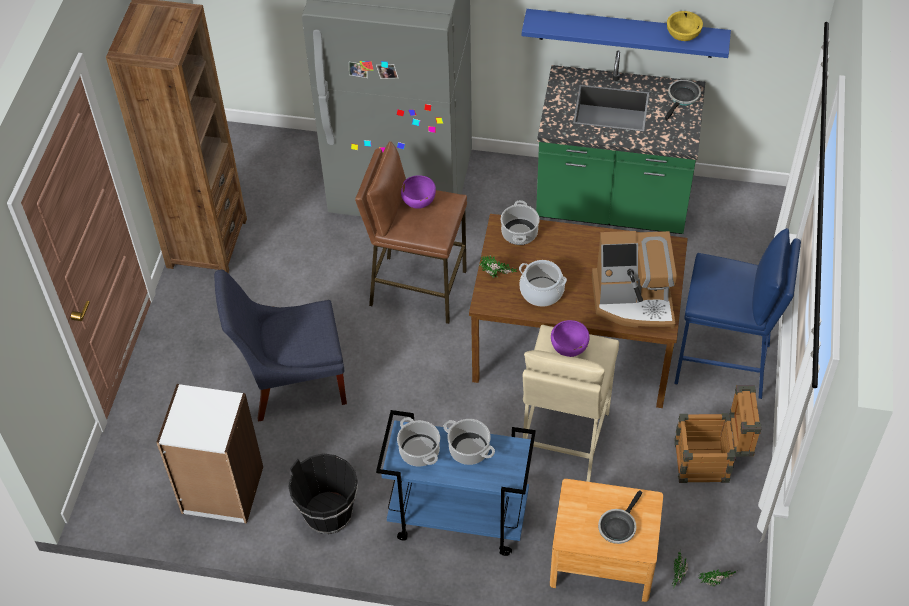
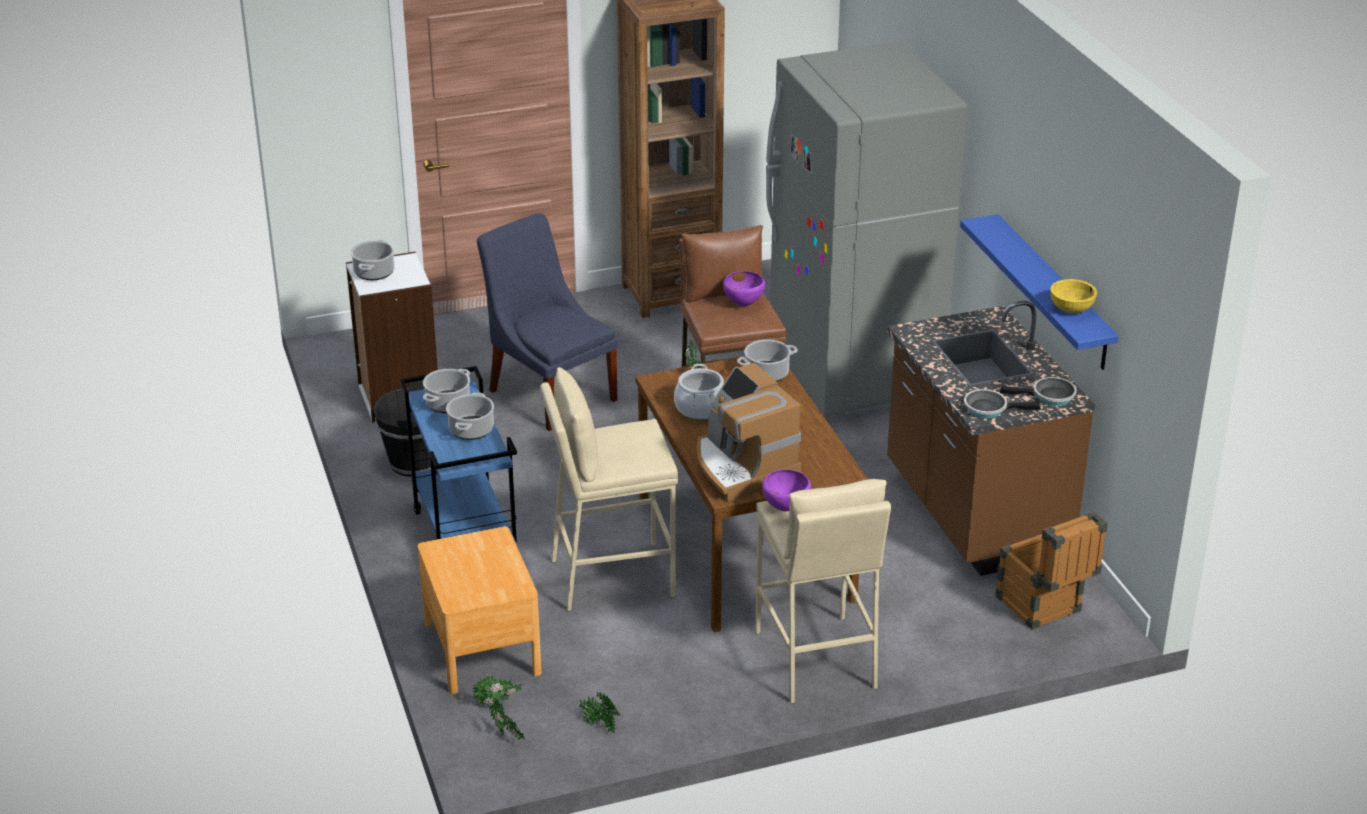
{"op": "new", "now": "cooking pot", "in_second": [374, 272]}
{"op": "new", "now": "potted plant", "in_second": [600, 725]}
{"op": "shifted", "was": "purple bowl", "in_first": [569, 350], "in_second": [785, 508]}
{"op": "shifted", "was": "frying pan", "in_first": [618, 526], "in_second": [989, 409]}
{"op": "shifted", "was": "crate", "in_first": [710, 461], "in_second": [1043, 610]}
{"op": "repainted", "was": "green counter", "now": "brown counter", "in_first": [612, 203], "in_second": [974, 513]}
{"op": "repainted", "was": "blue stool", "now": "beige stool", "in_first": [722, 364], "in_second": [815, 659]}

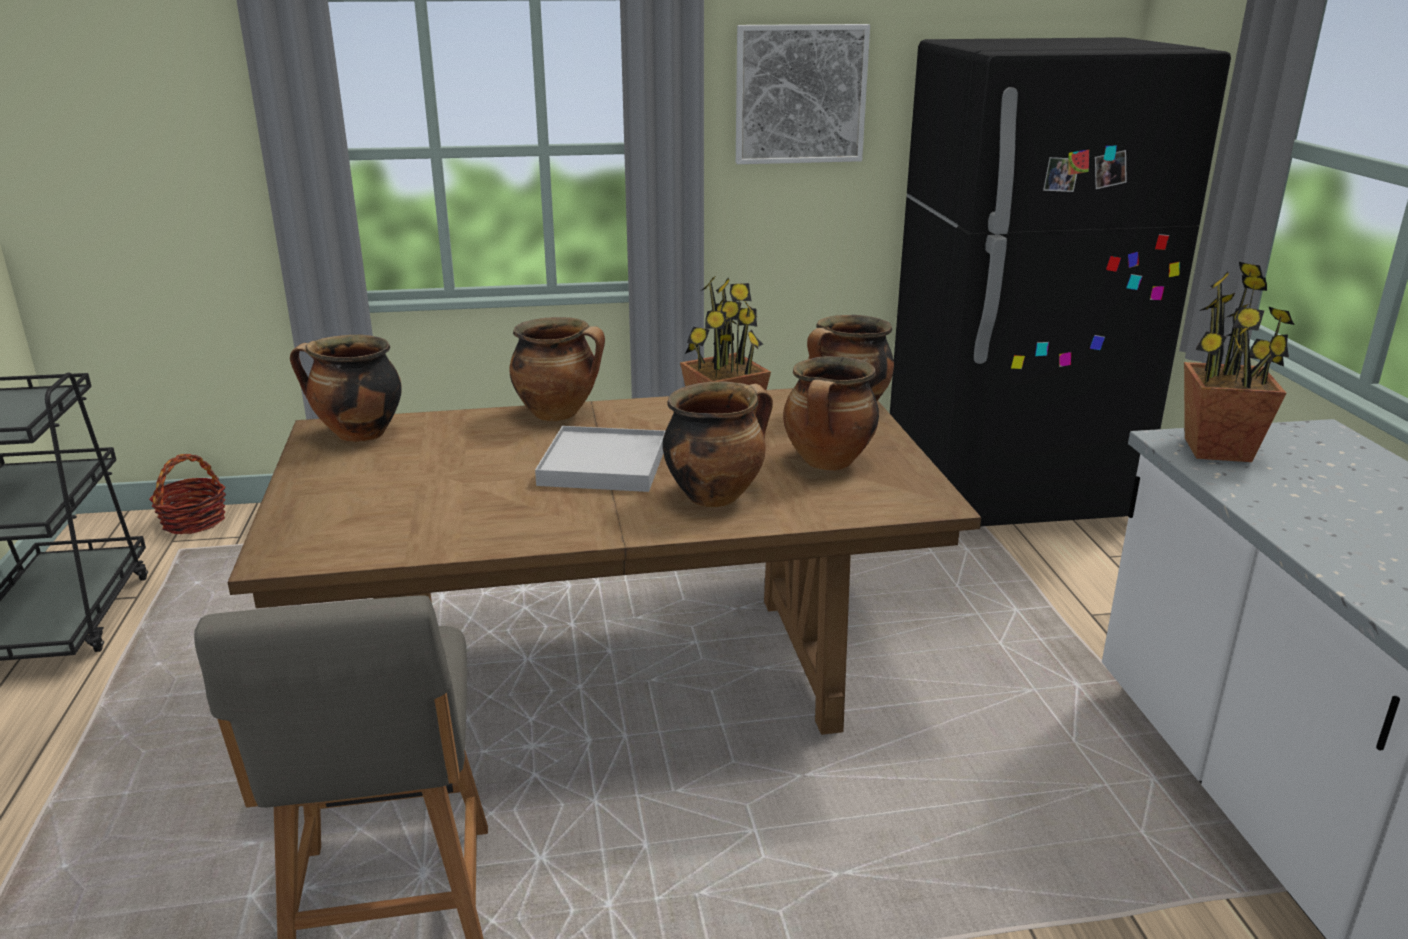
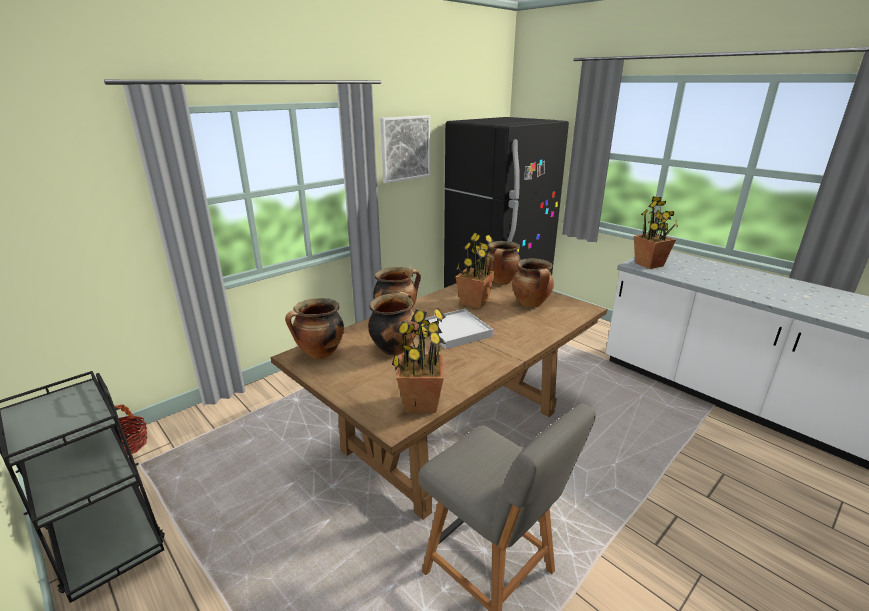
{"op": "new", "now": "potted plant", "in_second": [420, 403]}
{"op": "shifted", "was": "cooking pot", "in_first": [715, 495], "in_second": [394, 348]}

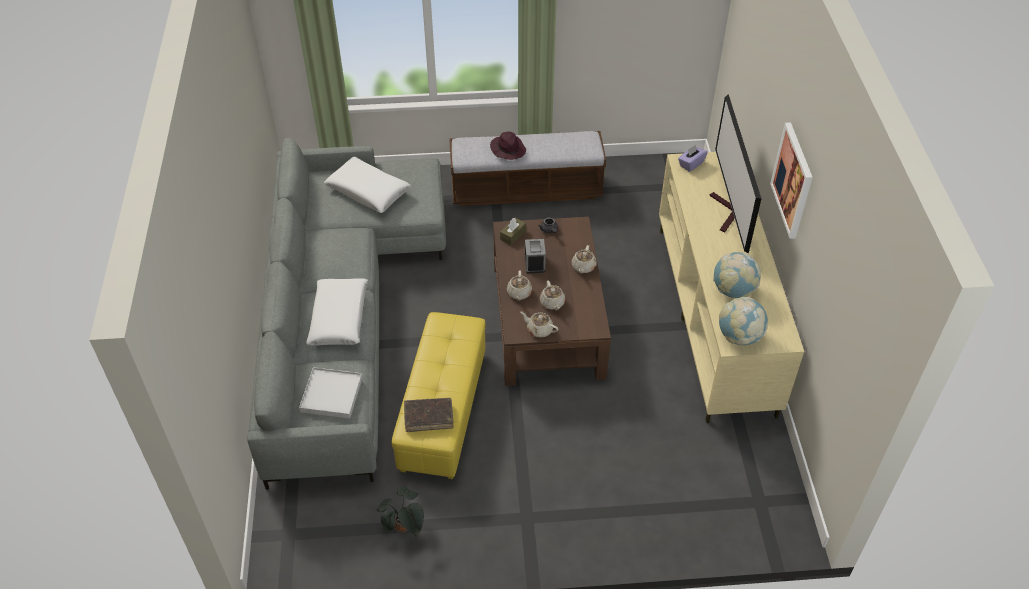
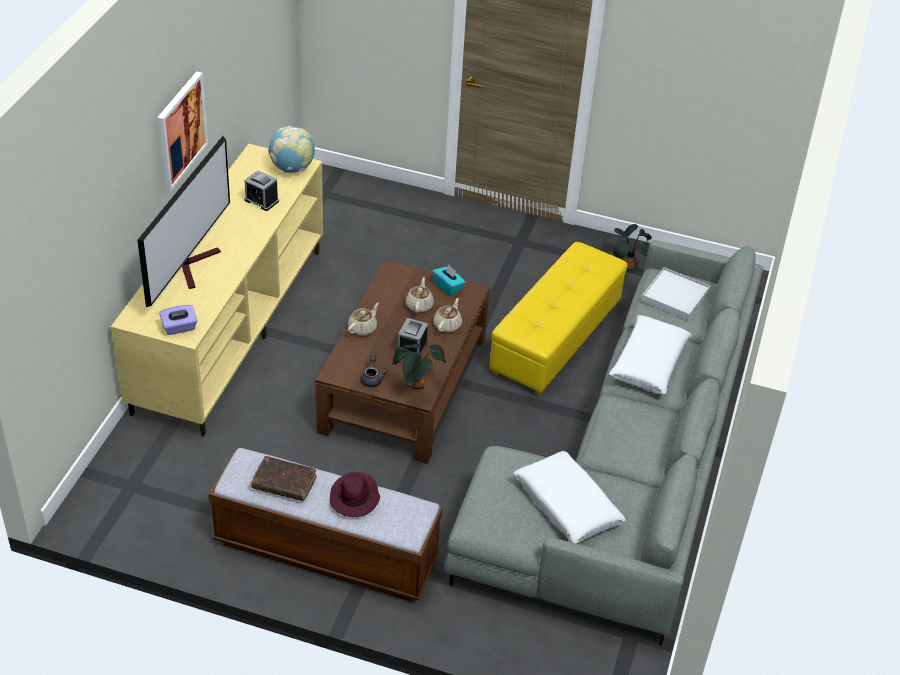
{"op": "shifted", "was": "brown book", "in_first": [429, 417], "in_second": [284, 483]}
{"op": "swapped", "was": "brown tissue box", "now": "potted plant", "in_first": [513, 235], "in_second": [417, 387]}
{"op": "swapped", "was": "beige teapot", "now": "turquoise tissue box", "in_first": [539, 329], "in_second": [448, 287]}
{"op": "swapped", "was": "globe", "now": "alarm clock", "in_first": [733, 290], "in_second": [261, 200]}

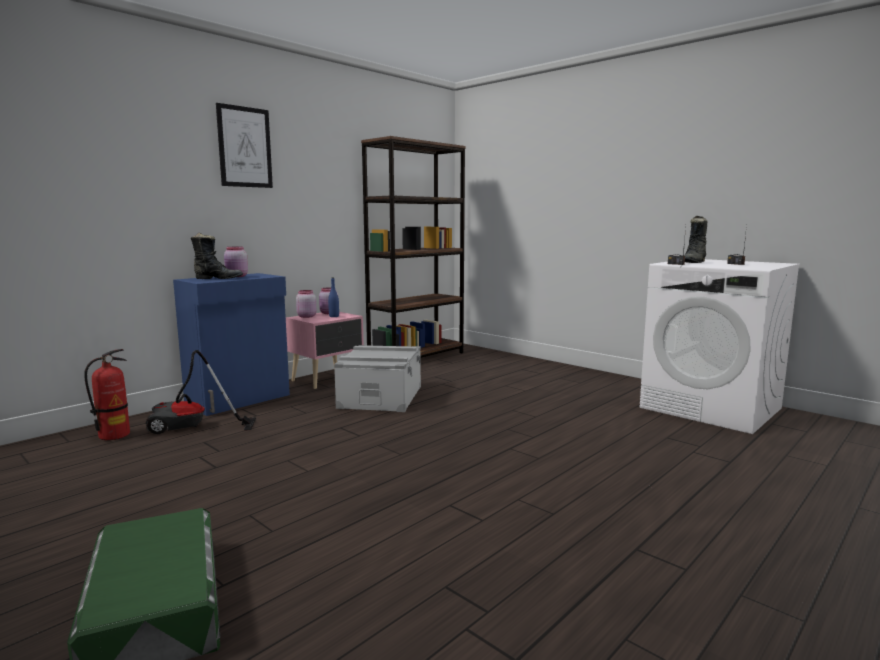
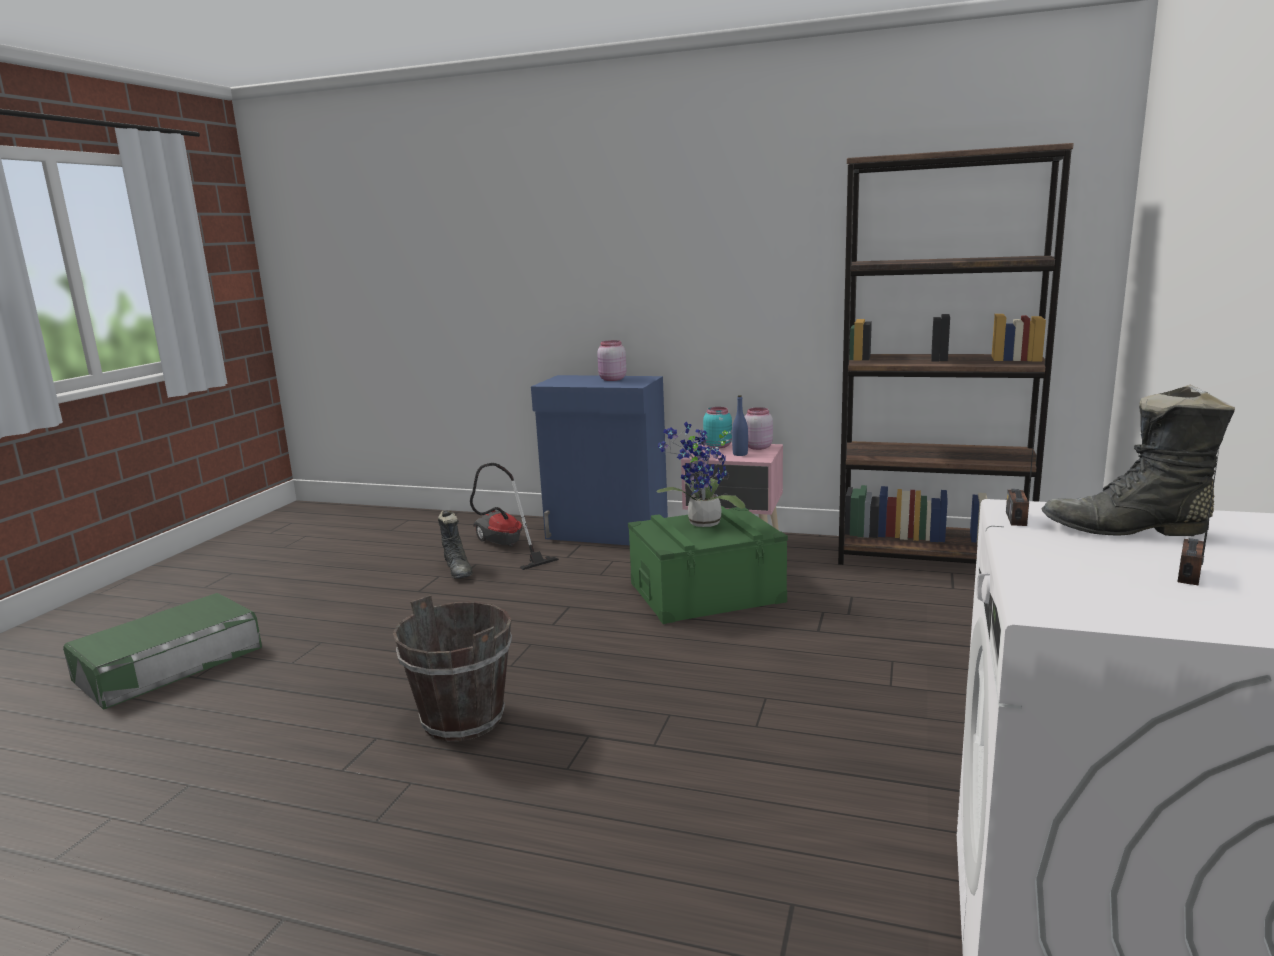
{"op": "gone", "was": "fire extinguisher", "in_first": [114, 435]}
{"op": "gone", "was": "picture", "in_first": [245, 147]}
{"op": "new", "now": "brown bucket", "in_second": [463, 719]}
{"op": "new", "now": "potted plant", "in_second": [701, 524]}
{"op": "shifted", "was": "black boot", "in_first": [218, 278], "in_second": [458, 571]}
{"op": "repainted", "was": "pink jar", "now": "turquoise jar", "in_first": [306, 316], "in_second": [718, 446]}
{"op": "repainted", "was": "grey storage box", "now": "green storage box", "in_first": [380, 397], "in_second": [706, 592]}

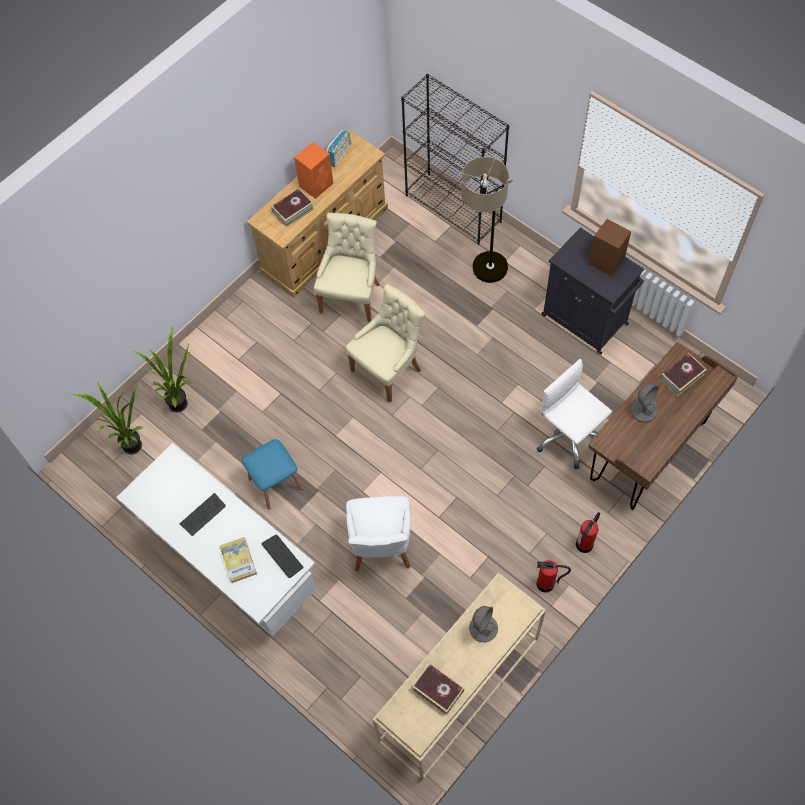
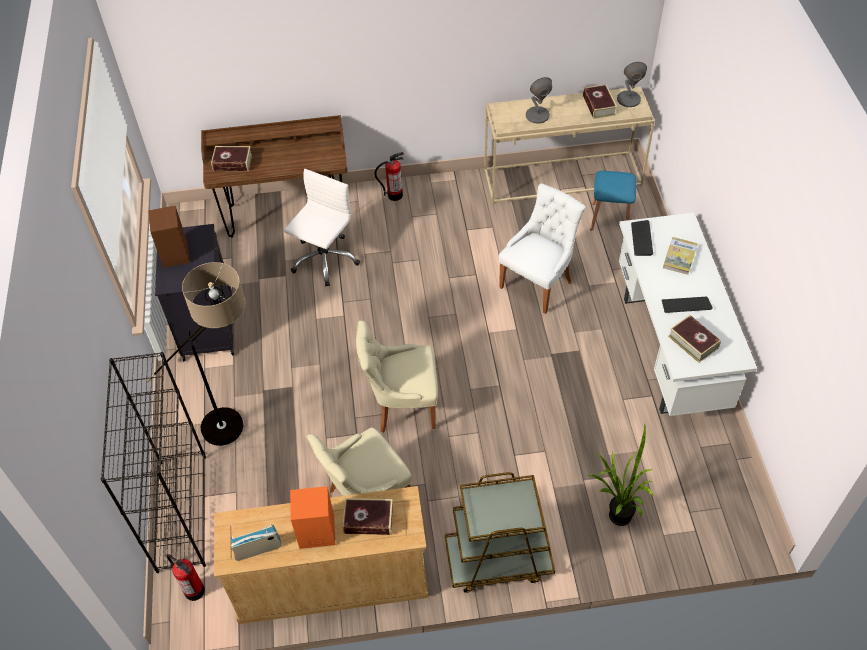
{"op": "gone", "was": "potted plant", "in_first": [129, 443]}
{"op": "new", "now": "brown cart", "in_second": [498, 560]}
{"op": "new", "now": "book", "in_second": [693, 342]}
{"op": "shifted", "was": "blue stool", "in_first": [275, 483], "in_second": [610, 218]}
{"op": "shifted", "was": "fire extinguisher", "in_first": [545, 584], "in_second": [194, 590]}
{"op": "shifted", "was": "grey table lamp", "in_first": [644, 410], "in_second": [628, 99]}
{"op": "rotated", "was": "white office chair", "in_first": [569, 436], "in_second": [324, 259], "clockwise": -150}

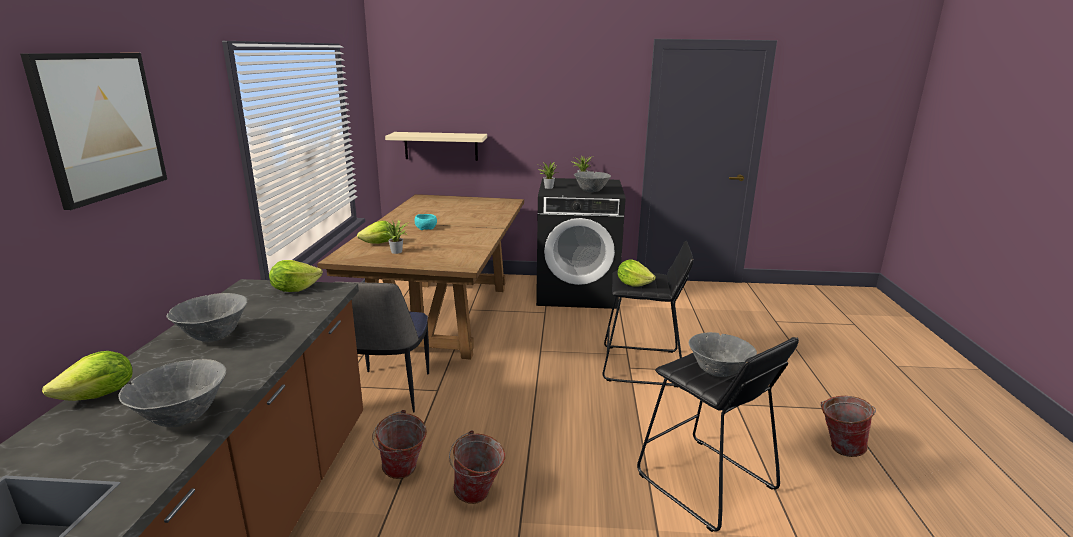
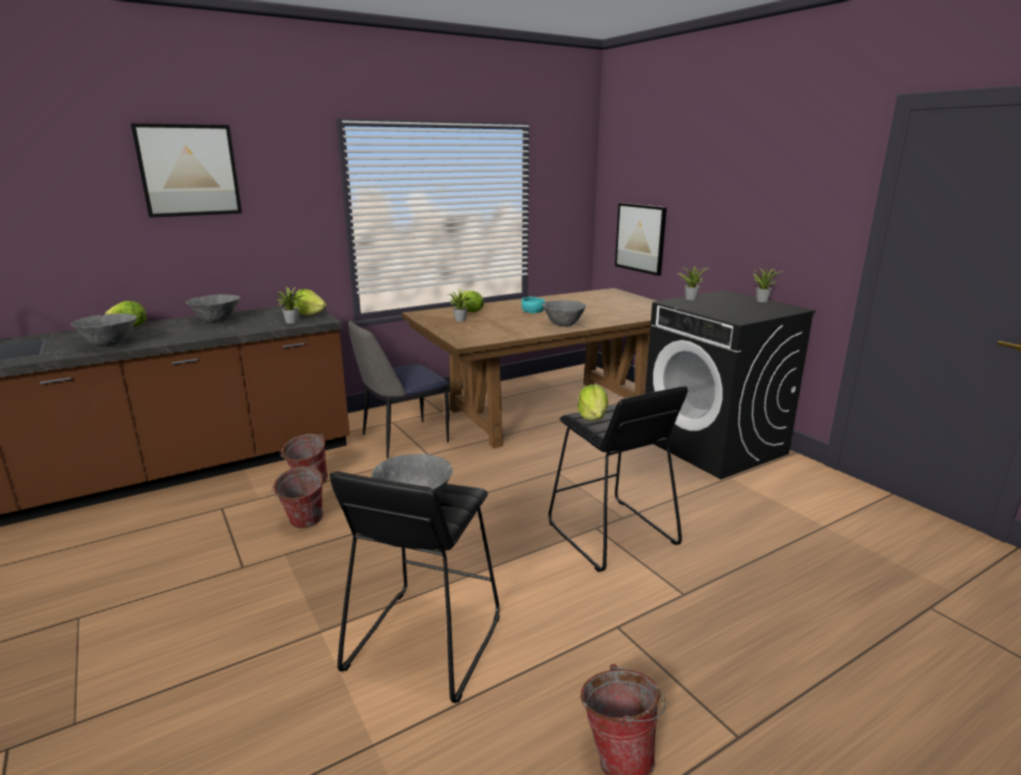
{"op": "new", "now": "potted plant", "in_second": [293, 322]}
{"op": "shifted", "was": "grey bowl", "in_first": [591, 191], "in_second": [563, 325]}
{"op": "swapped", "was": "beige shelf", "now": "picture", "in_first": [441, 146], "in_second": [640, 238]}

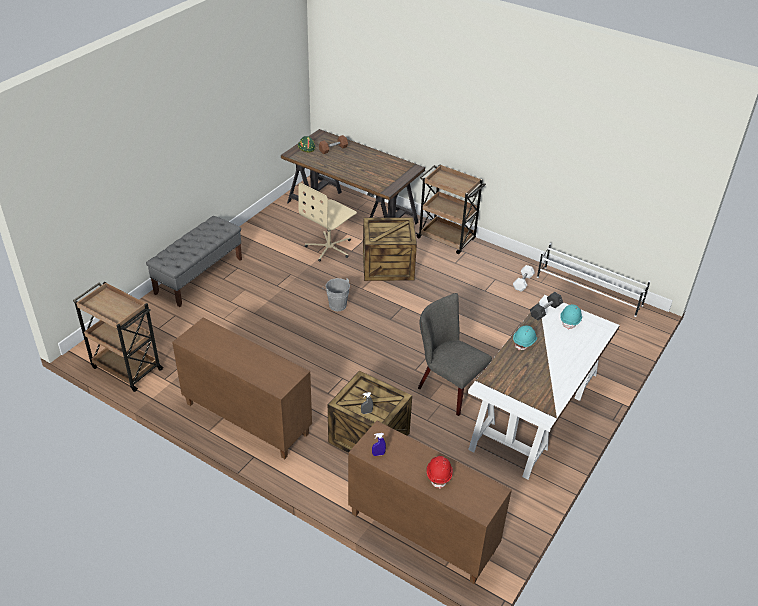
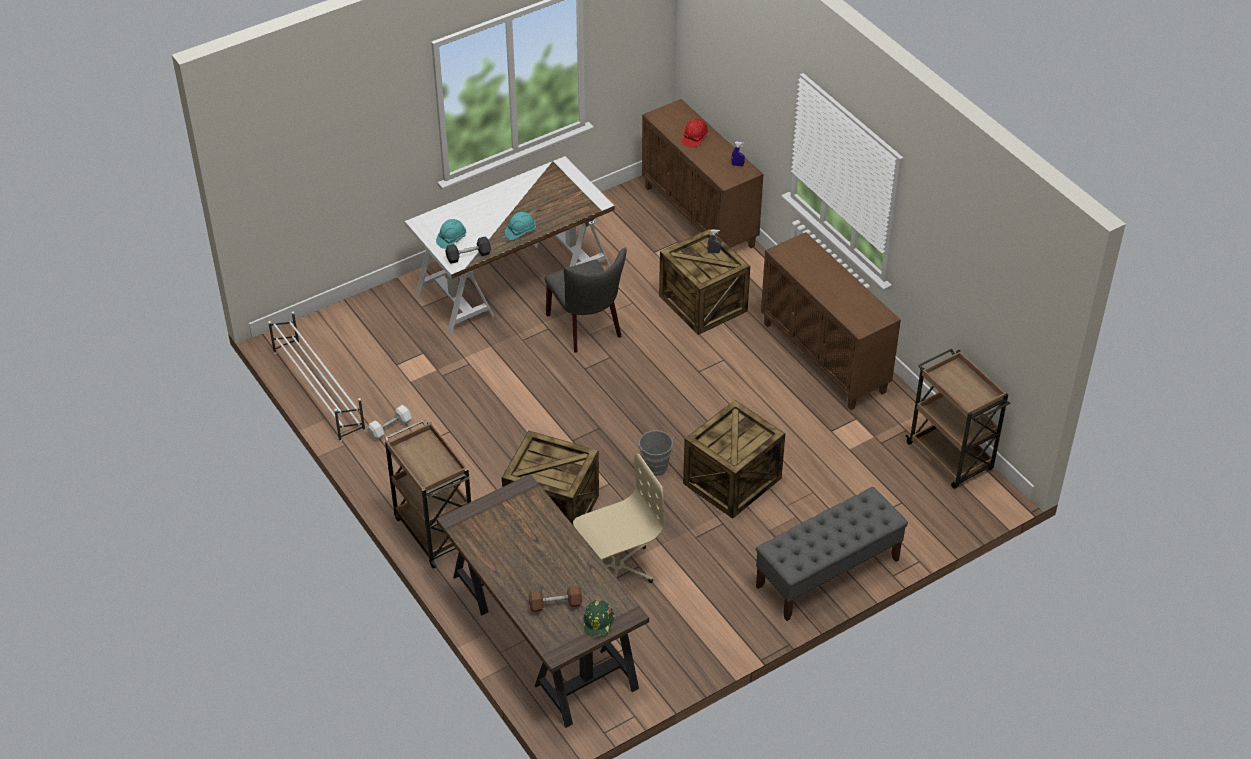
{"op": "new", "now": "crate", "in_second": [733, 481]}

